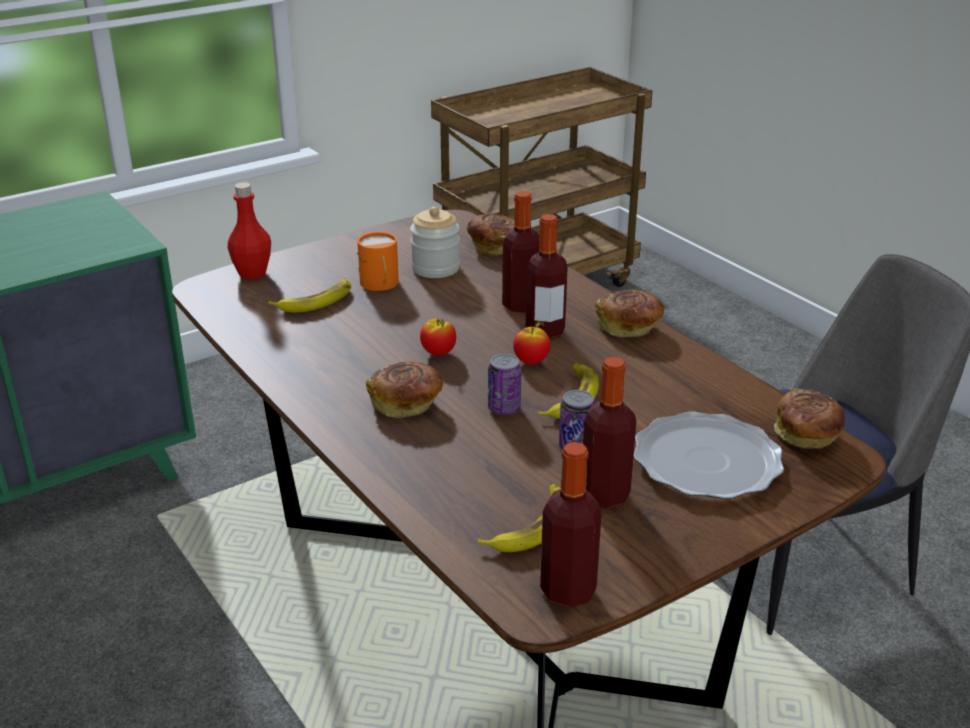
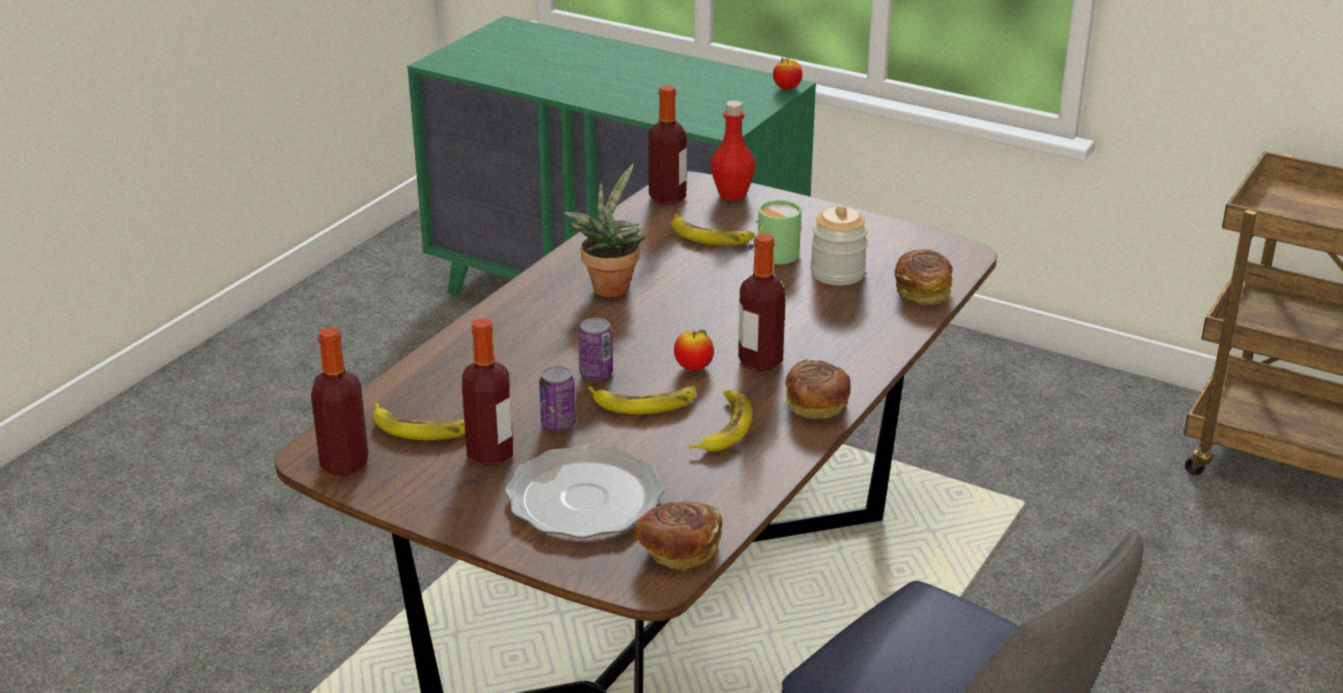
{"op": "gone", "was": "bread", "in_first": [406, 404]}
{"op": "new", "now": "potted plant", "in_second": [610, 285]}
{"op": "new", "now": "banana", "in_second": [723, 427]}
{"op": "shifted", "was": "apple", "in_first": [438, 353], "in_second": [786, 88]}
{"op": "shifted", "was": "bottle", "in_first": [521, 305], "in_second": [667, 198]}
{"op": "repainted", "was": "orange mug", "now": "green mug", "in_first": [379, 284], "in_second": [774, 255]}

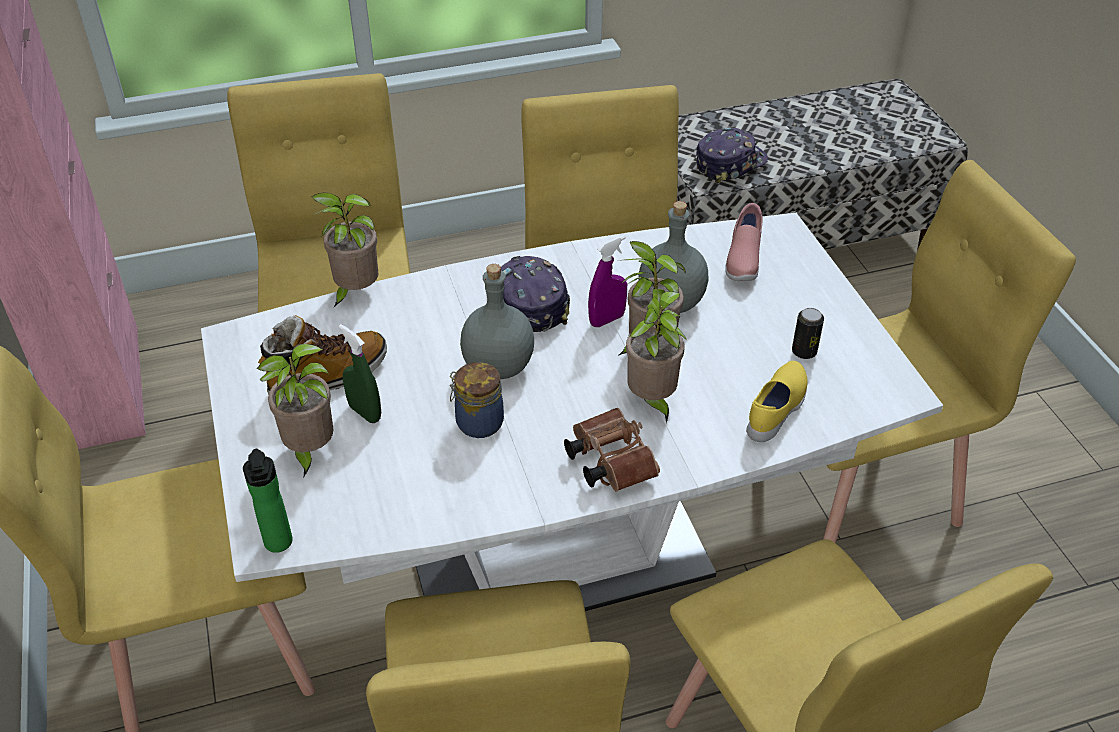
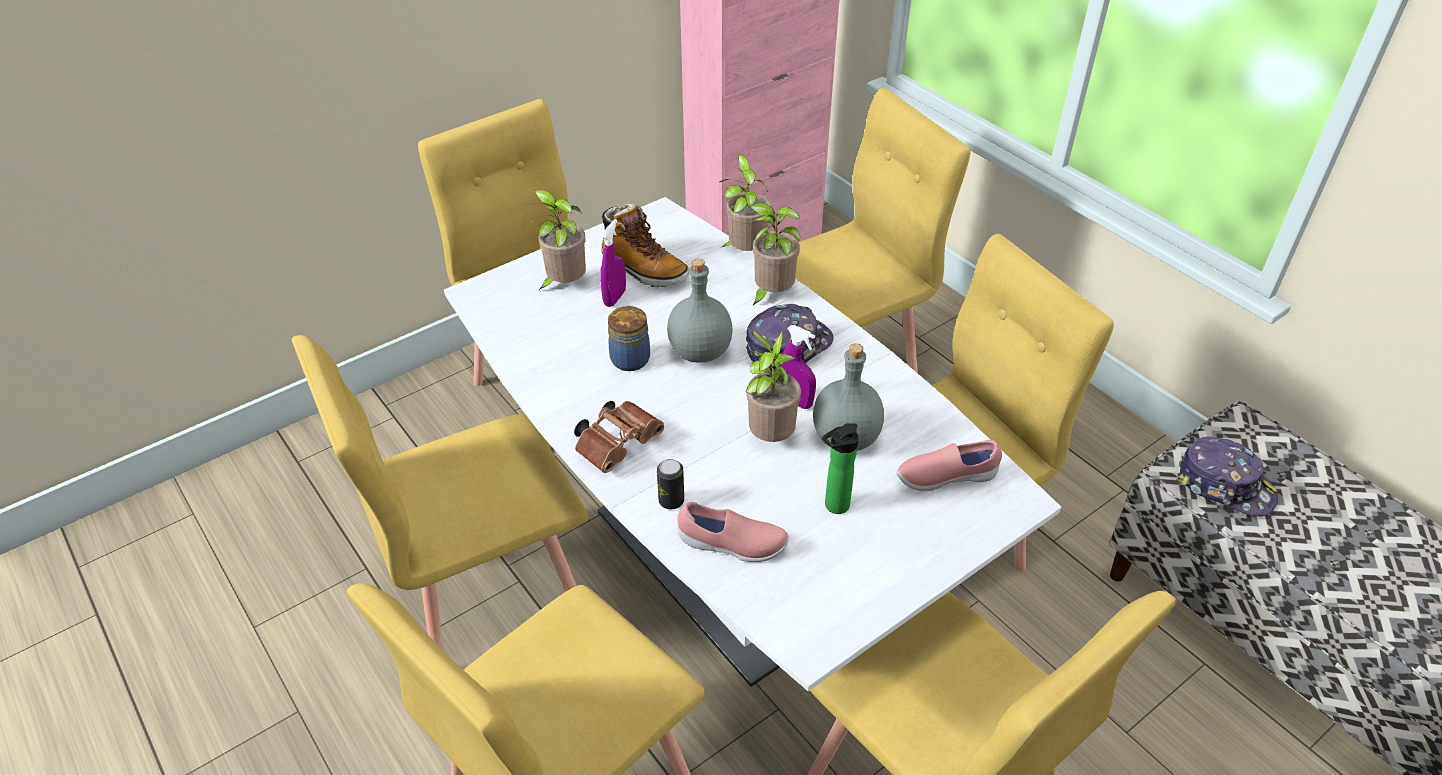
{"op": "shifted", "was": "bottle", "in_first": [278, 545], "in_second": [833, 506]}
{"op": "shifted", "was": "potted plant", "in_first": [652, 401], "in_second": [771, 295]}
{"op": "shifted", "was": "can", "in_first": [804, 351], "in_second": [671, 501]}
{"op": "repainted", "was": "green spray bottle", "now": "purple spray bottle", "in_first": [365, 412], "in_second": [614, 298]}
{"op": "repainted", "was": "yellow shoe", "now": "pink shoe", "in_first": [777, 411], "in_second": [732, 545]}

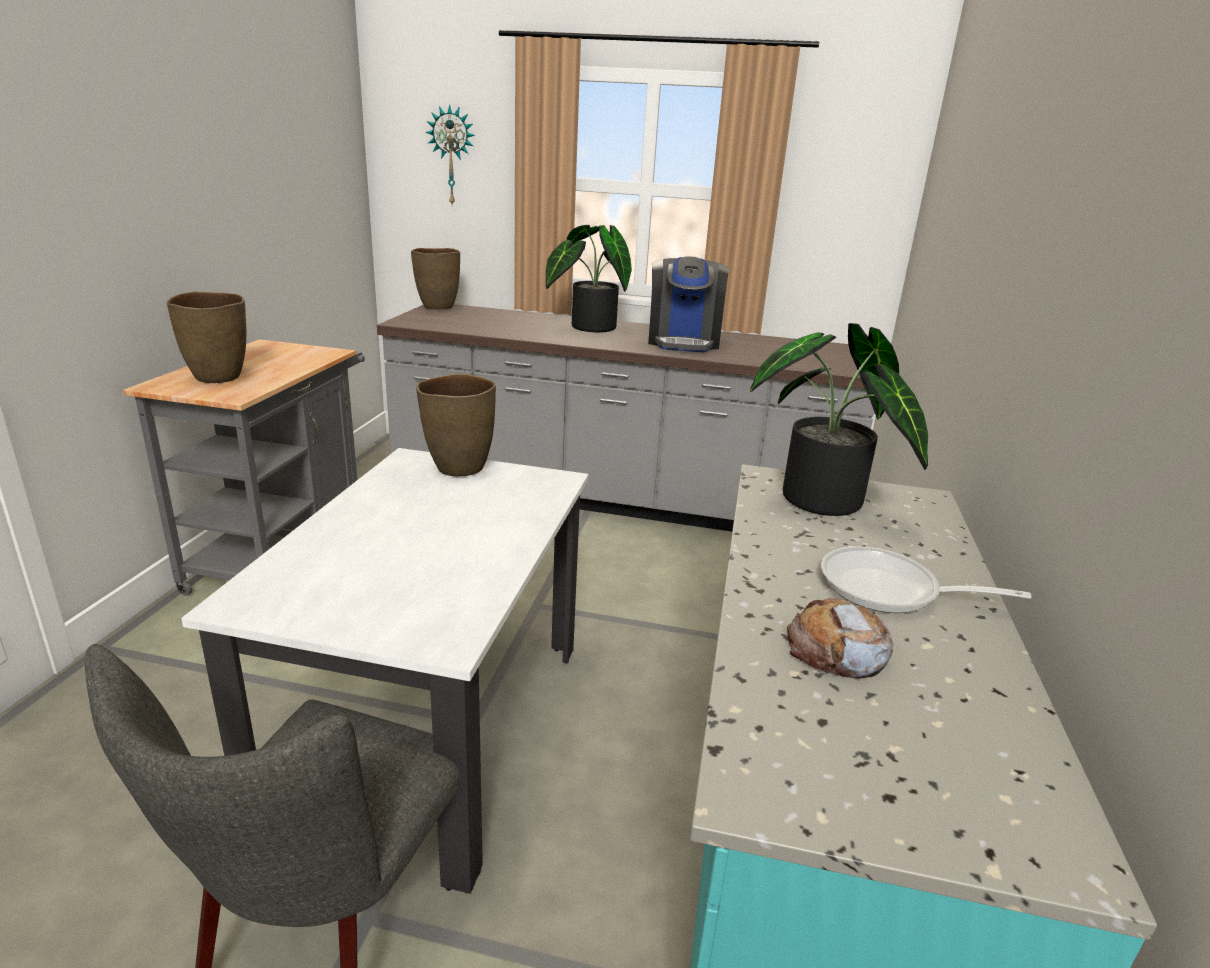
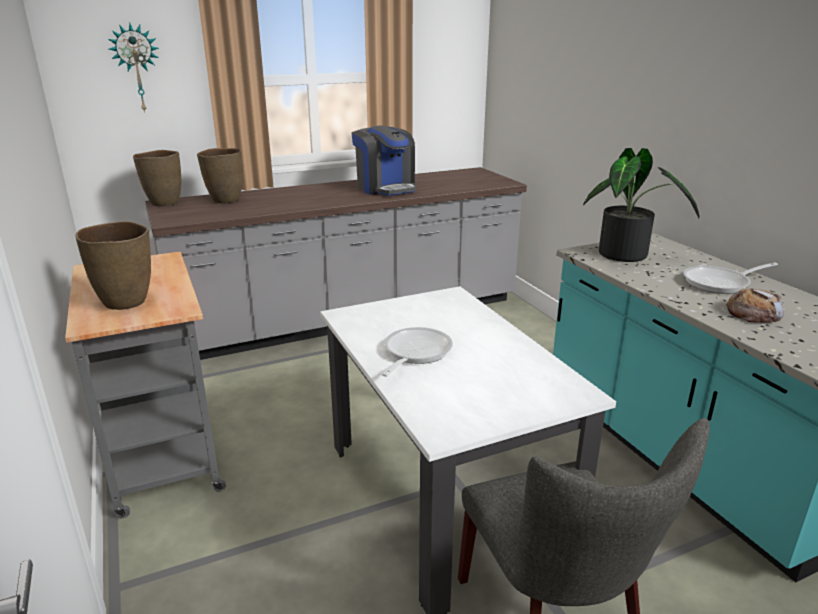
{"op": "gone", "was": "potted plant", "in_first": [587, 327]}
{"op": "new", "now": "frying pan", "in_second": [414, 353]}
{"op": "shifted", "was": "brown vase", "in_first": [458, 468], "in_second": [225, 200]}

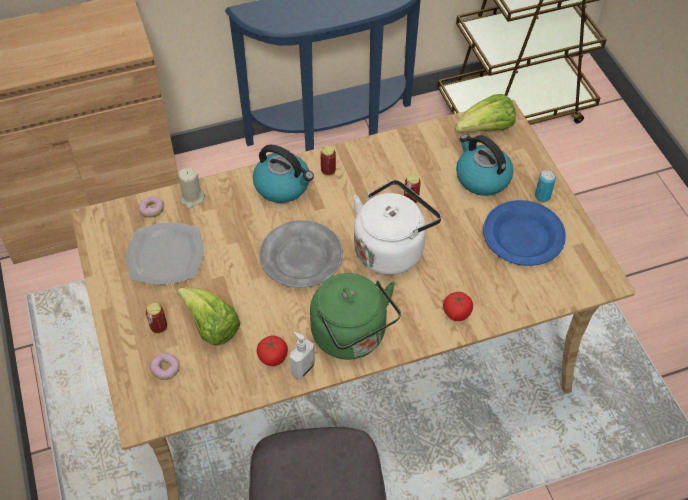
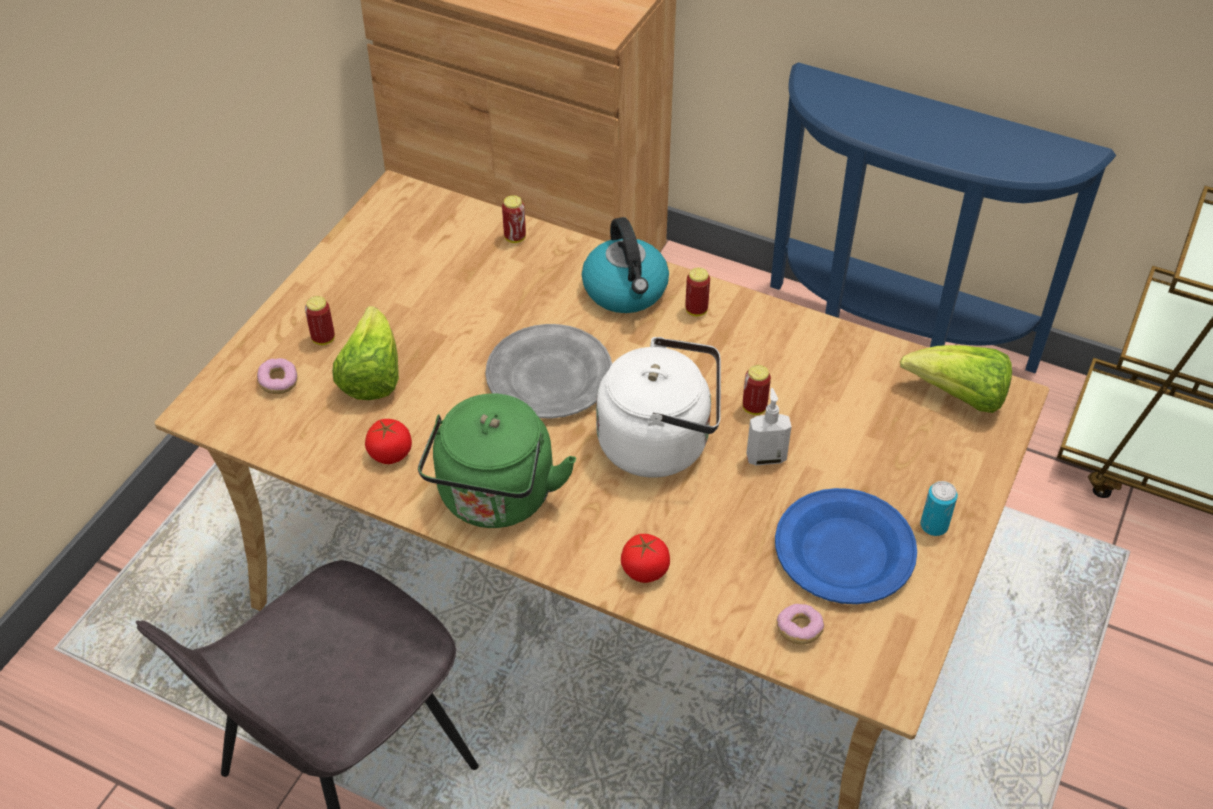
{"op": "gone", "was": "plate", "in_first": [166, 255]}
{"op": "gone", "was": "kettle", "in_first": [481, 178]}
{"op": "shifted", "was": "donut", "in_first": [152, 210], "in_second": [799, 630]}
{"op": "shifted", "was": "soap dispenser", "in_first": [302, 368], "in_second": [766, 457]}
{"op": "swapped", "was": "beige candle", "now": "can", "in_first": [192, 198], "in_second": [515, 237]}

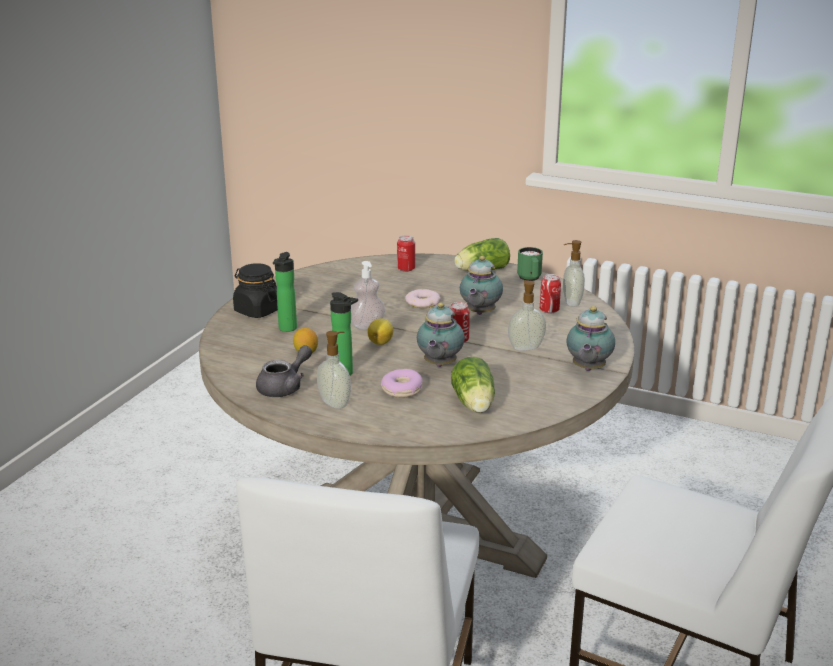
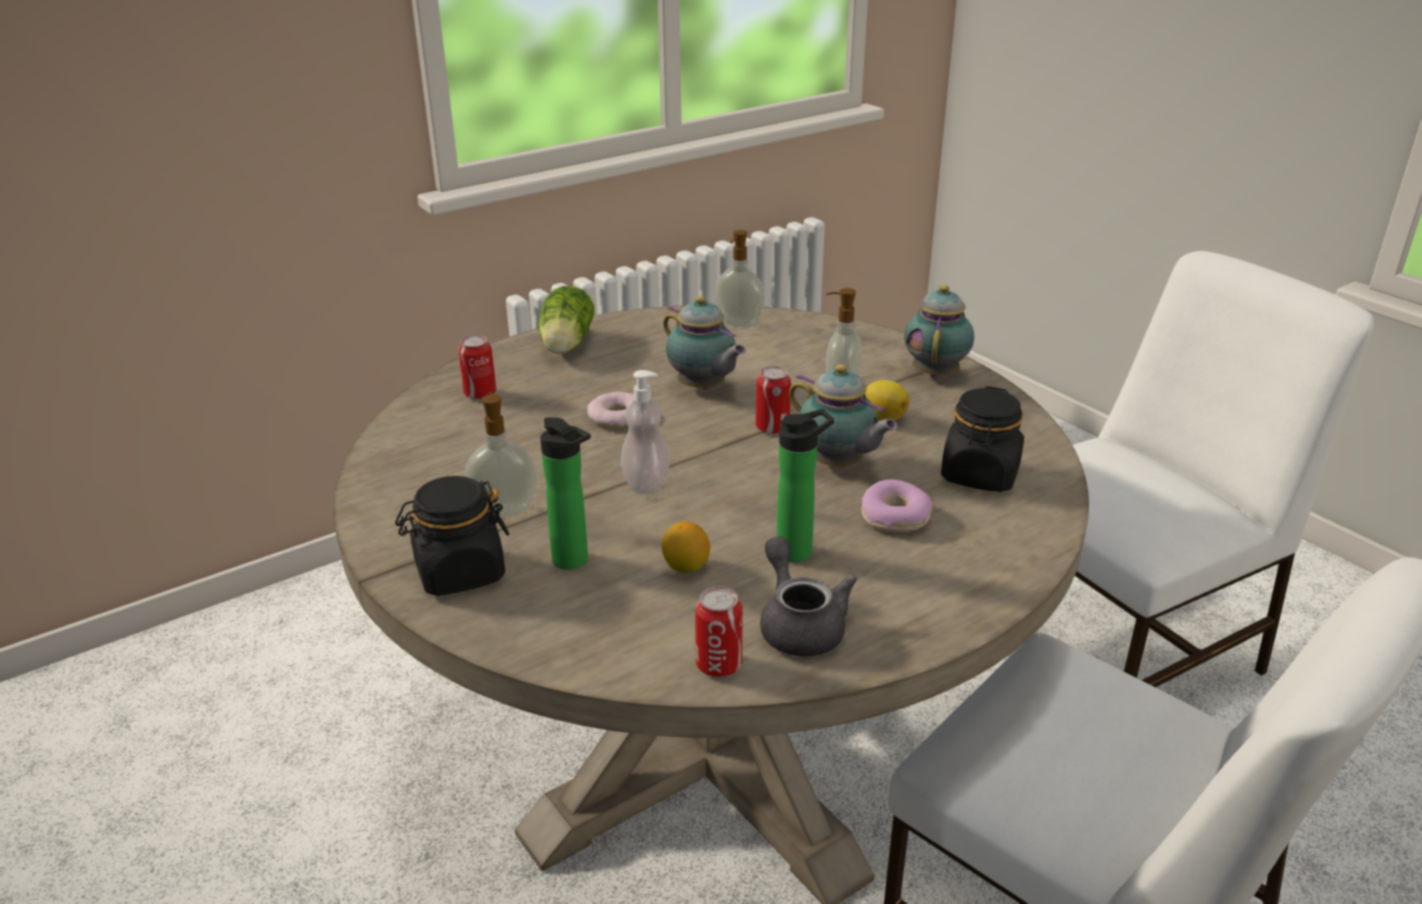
{"op": "gone", "was": "green mug", "in_first": [530, 279]}
{"op": "shifted", "was": "soap dispenser", "in_first": [335, 403], "in_second": [504, 509]}
{"op": "shifted", "was": "lemon", "in_first": [381, 342], "in_second": [882, 418]}
{"op": "shifted", "was": "can", "in_first": [549, 310], "in_second": [719, 665]}
{"op": "swapped", "was": "lettuce", "now": "black jar", "in_first": [474, 404], "in_second": [980, 475]}
{"op": "rotated", "was": "teapot", "in_first": [587, 369], "in_second": [936, 373], "clockwise": -120}

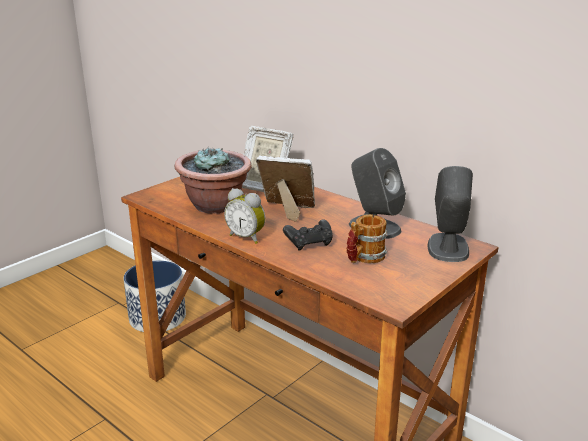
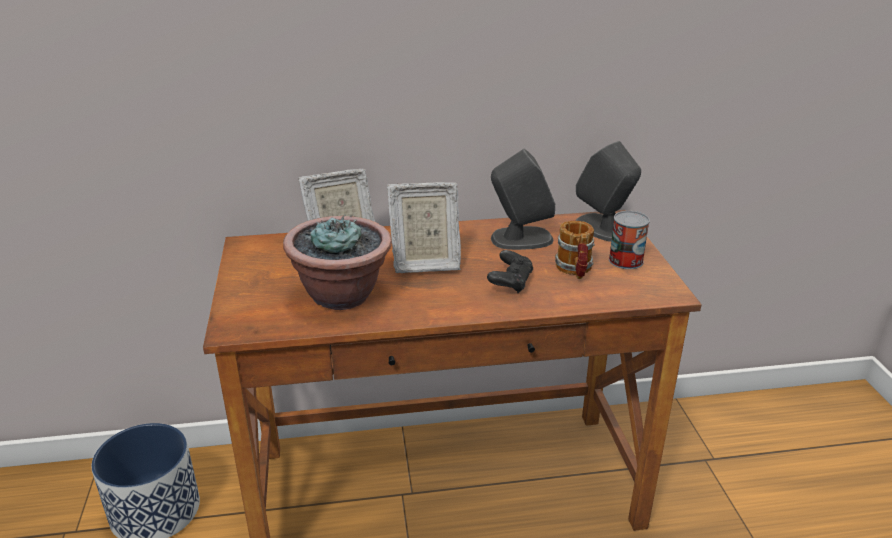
{"op": "gone", "was": "alarm clock", "in_first": [247, 237]}
{"op": "new", "now": "can", "in_second": [625, 260]}
{"op": "rotated", "was": "picture frame", "in_first": [288, 212], "in_second": [424, 263], "clockwise": -150}

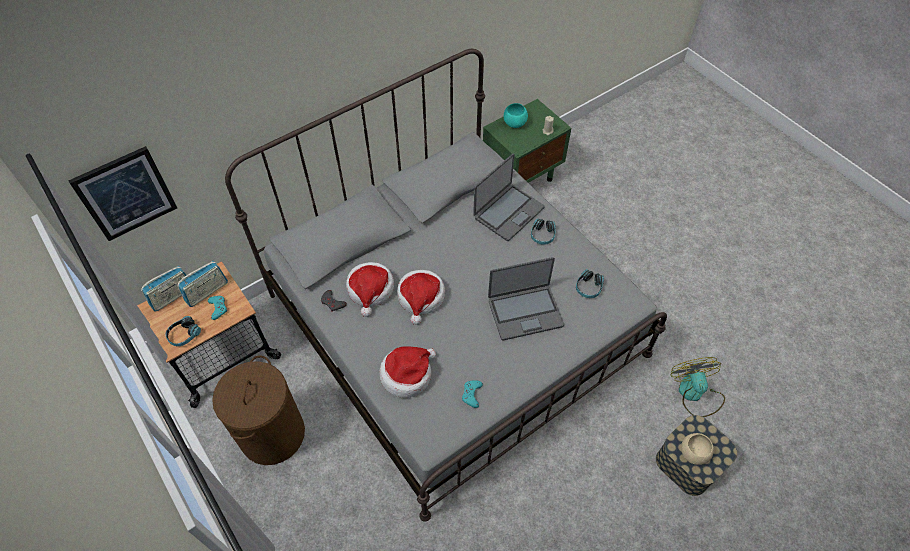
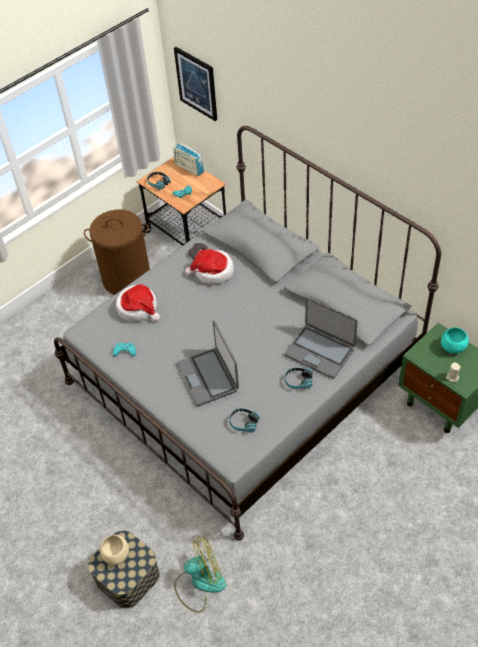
{"op": "gone", "was": "radio", "in_first": [207, 292]}
{"op": "gone", "was": "hat", "in_first": [421, 298]}

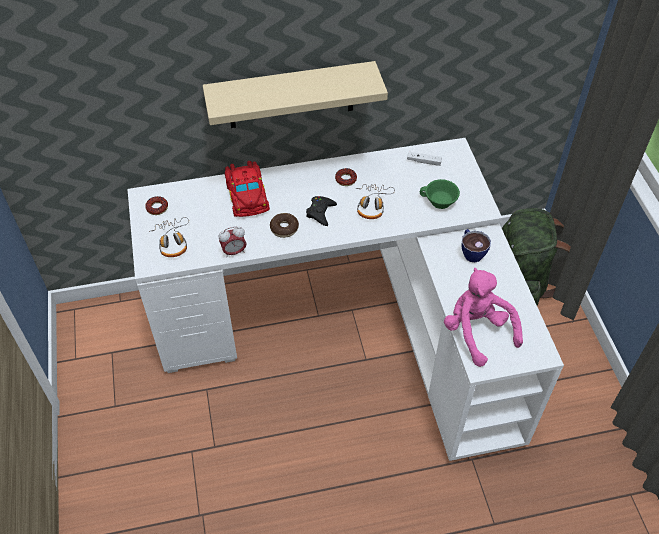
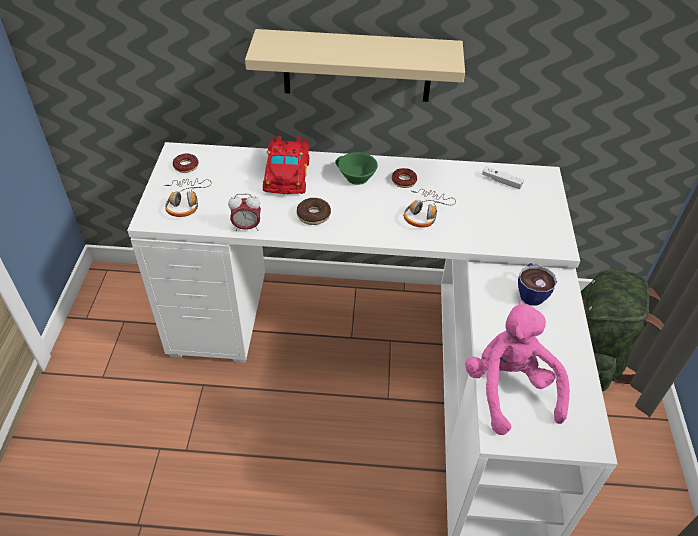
{"op": "gone", "was": "black game controller", "in_first": [320, 212]}
{"op": "shifted", "was": "green cup", "in_first": [439, 202], "in_second": [355, 177]}

